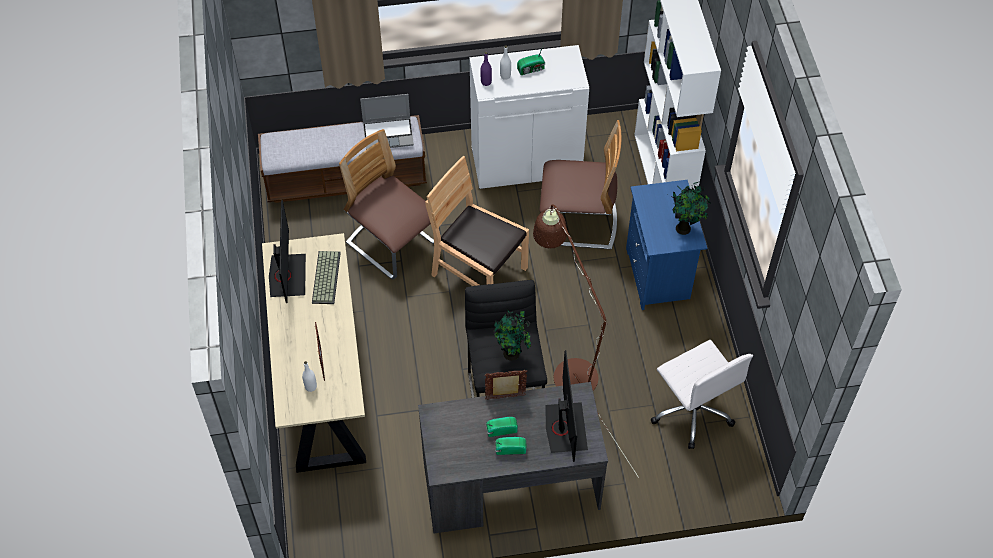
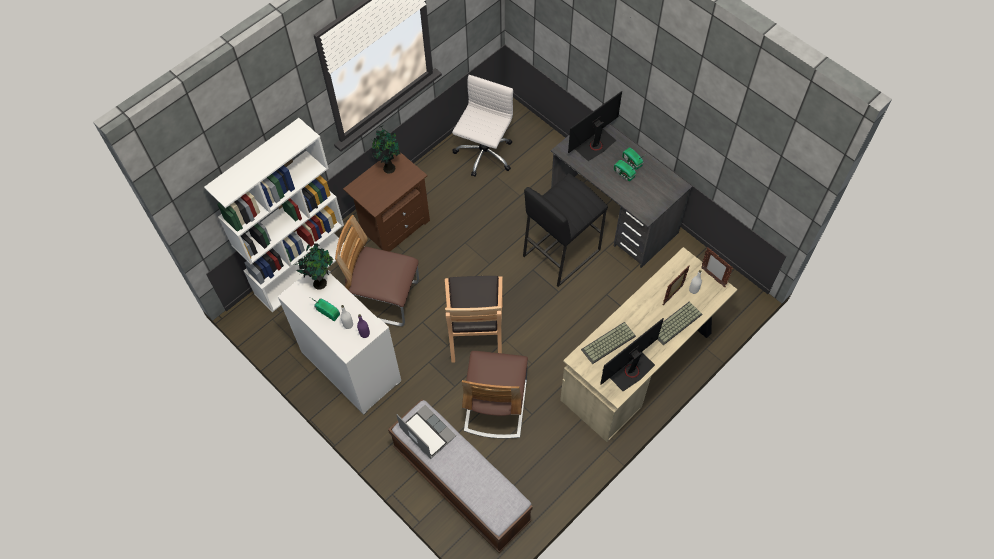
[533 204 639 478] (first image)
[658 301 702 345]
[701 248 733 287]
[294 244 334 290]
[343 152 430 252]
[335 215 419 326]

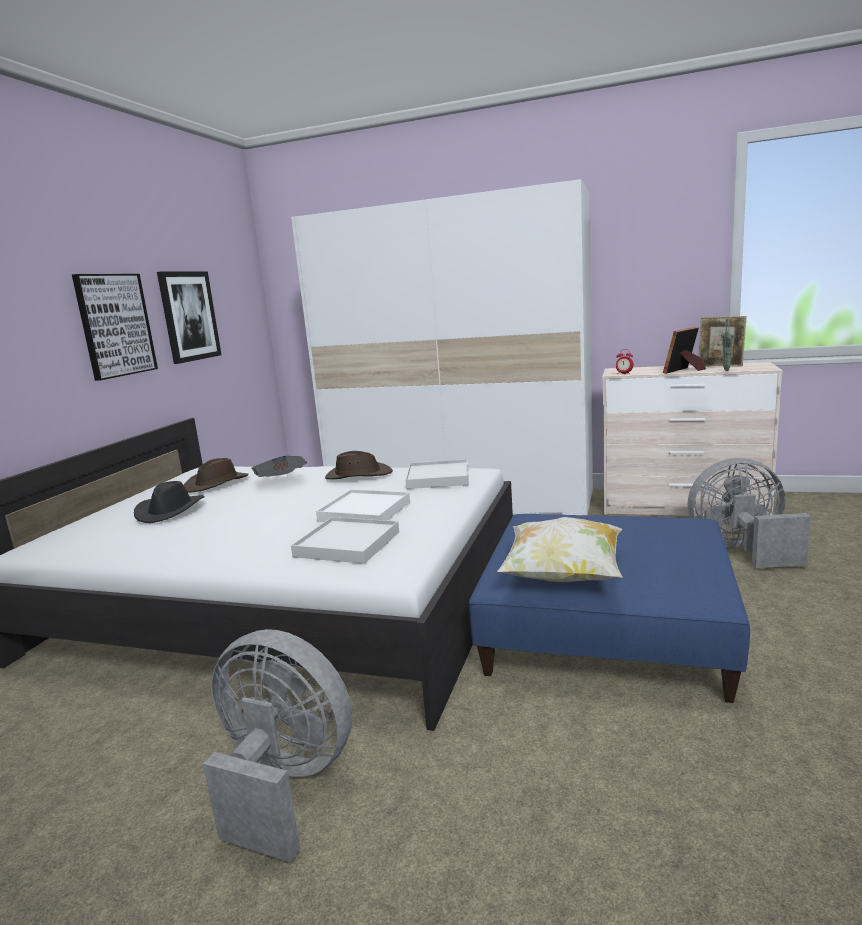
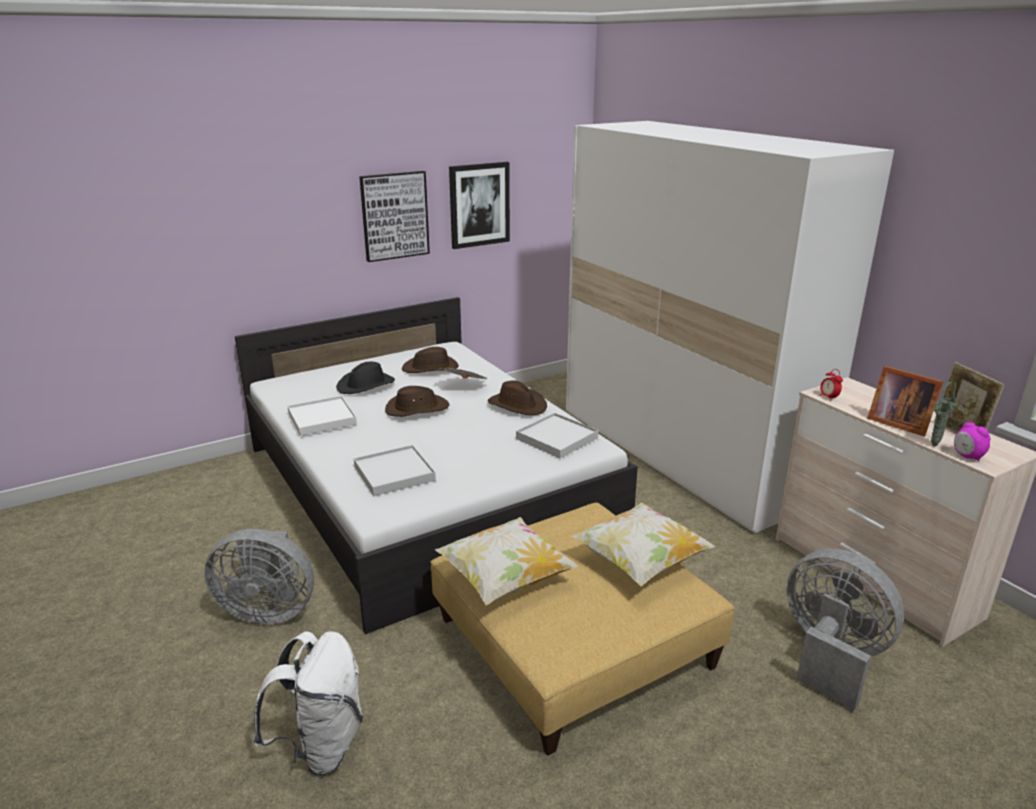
[253 631 363 776]
[385 386 449 417]
[571 503 715 587]
[954 422 990 461]
[287 396 357 436]
[430 503 735 756]
[204 529 314 624]
[867 366 943 436]

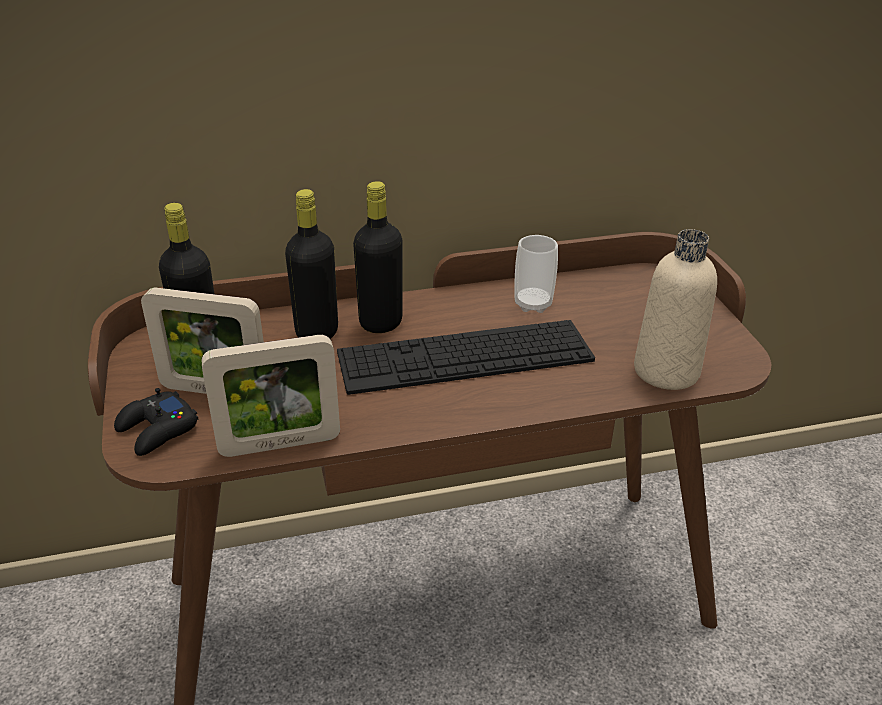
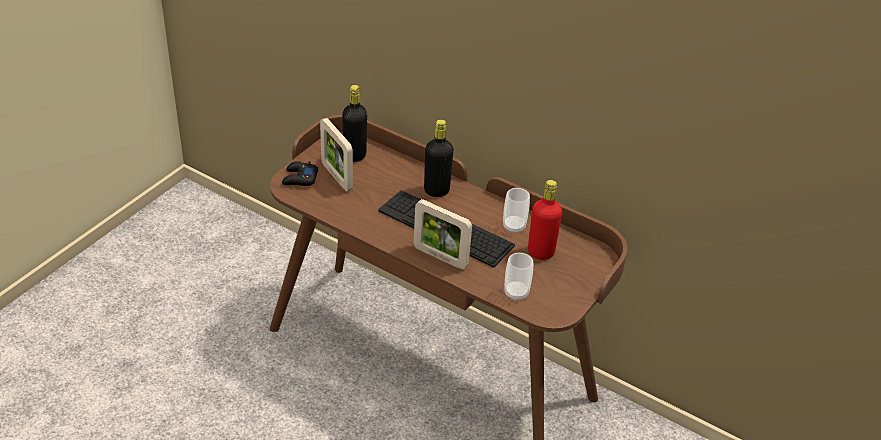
[285 189 338 339] (first image)
[528 180 562 260]
[414 199 472 269]
[504 253 533 301]

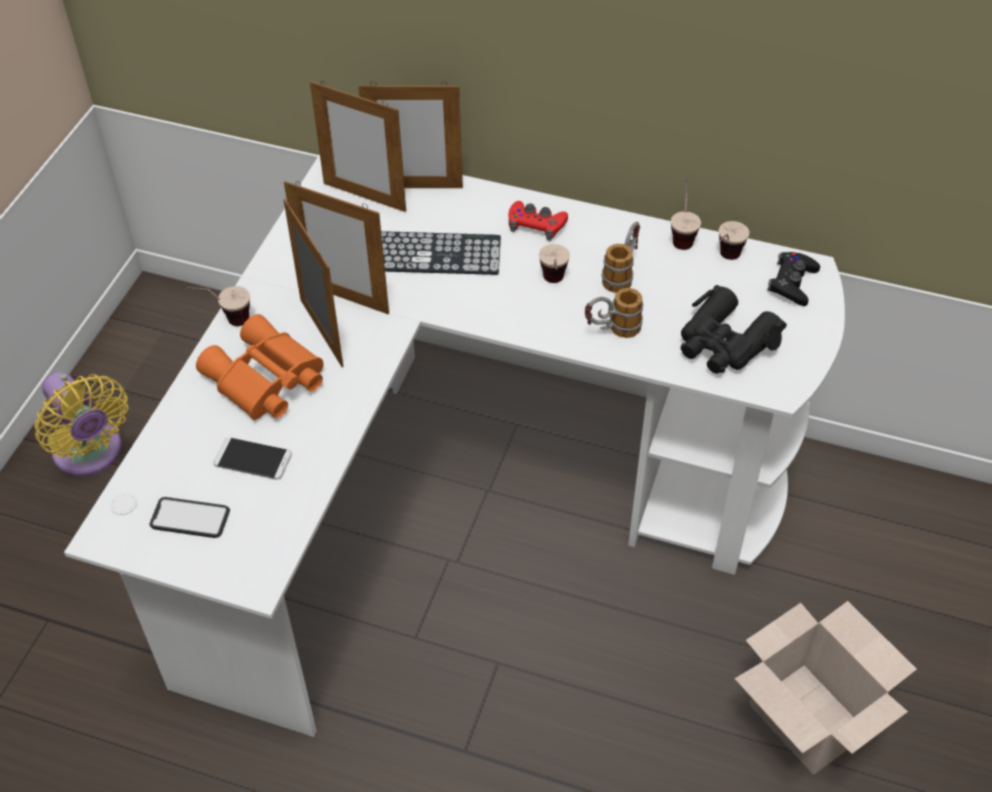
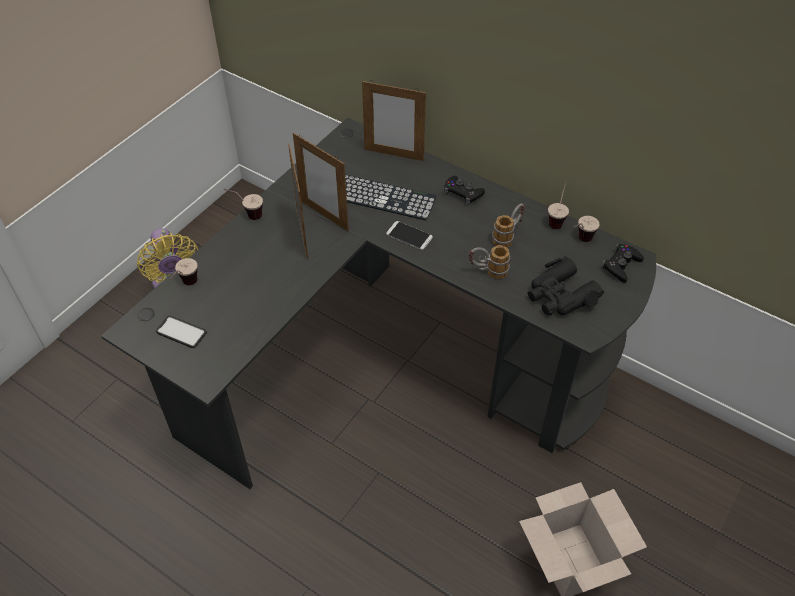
[196 314 324 420] (first image)
[310 81 406 212] (first image)
[386 221 433 250]
[170 258 198 285]
[101 118 656 489]
[444 176 485 205]

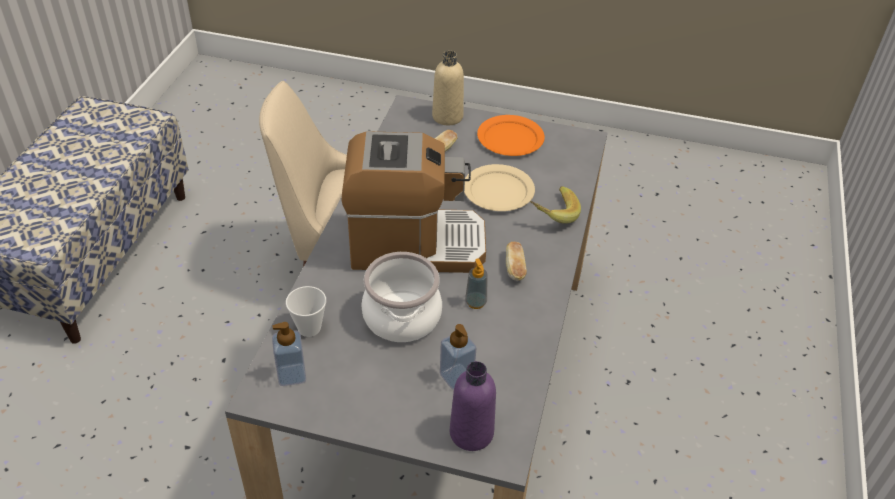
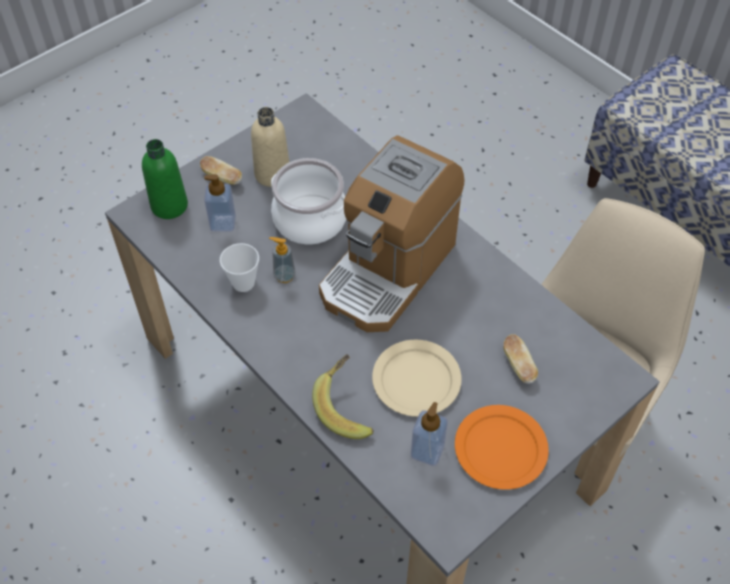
[411 402 448 466]
[220 243 259 292]
[251 107 289 187]
[200 156 242 185]
[142 139 188 219]

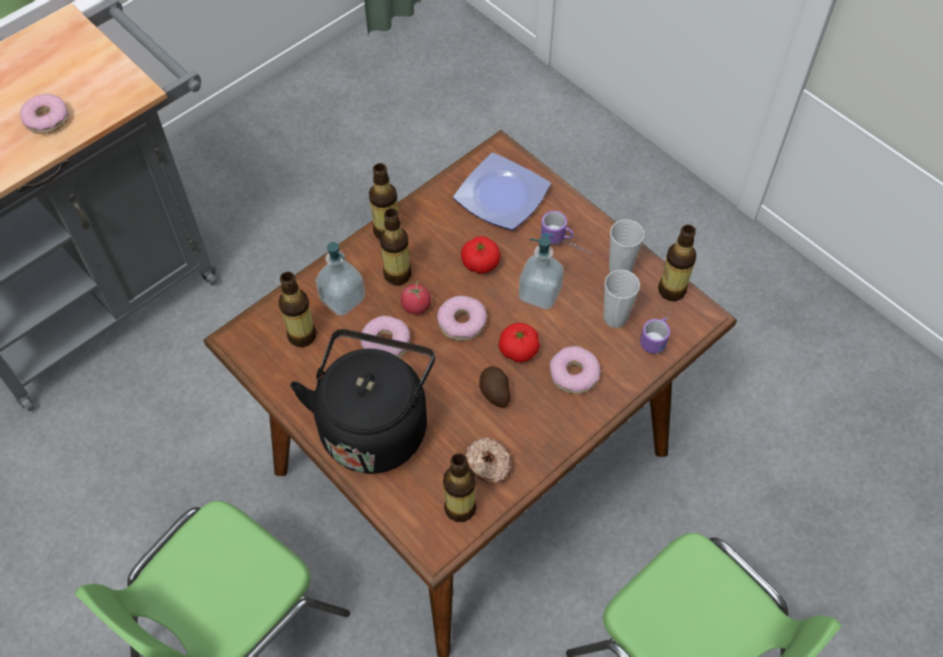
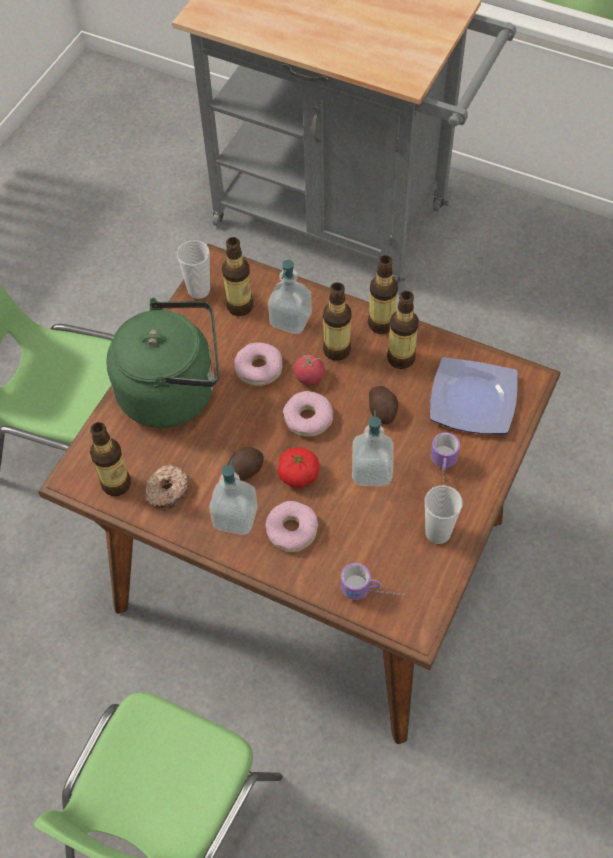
[20 94 69 134] (first image)
[209 458 258 535]
[177 240 210 299]
[387 291 419 369]
[369 386 398 425]
[106 298 219 428]

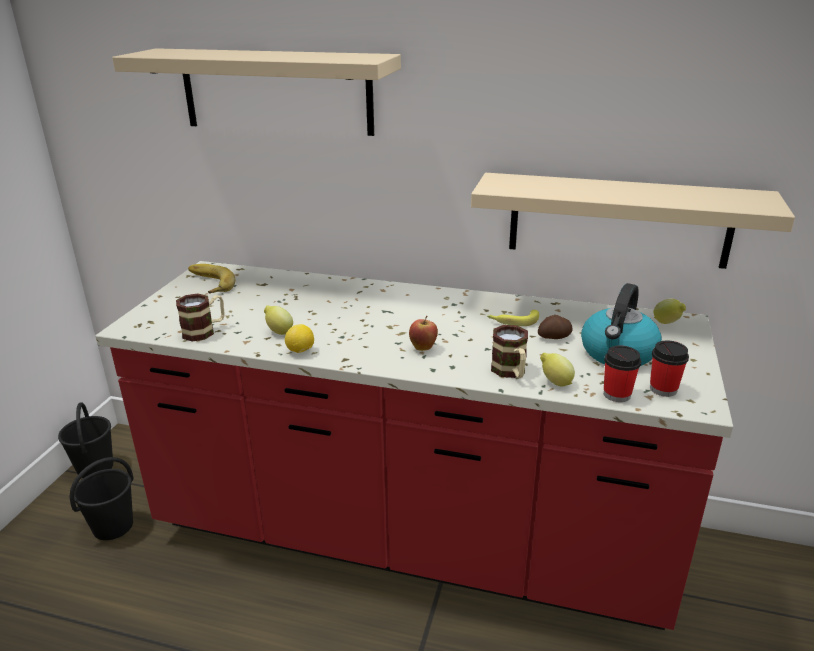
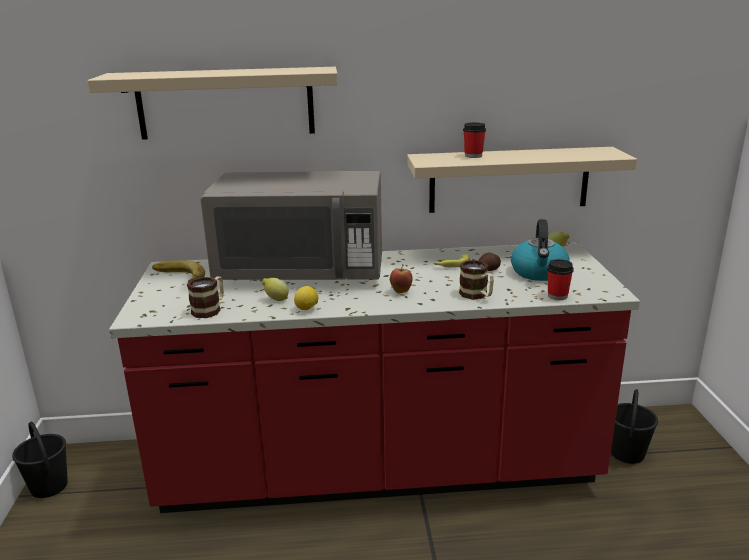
[540 353 575 386] (first image)
[200 171 382 280]
[611 389 658 464]
[463 122 486 158]

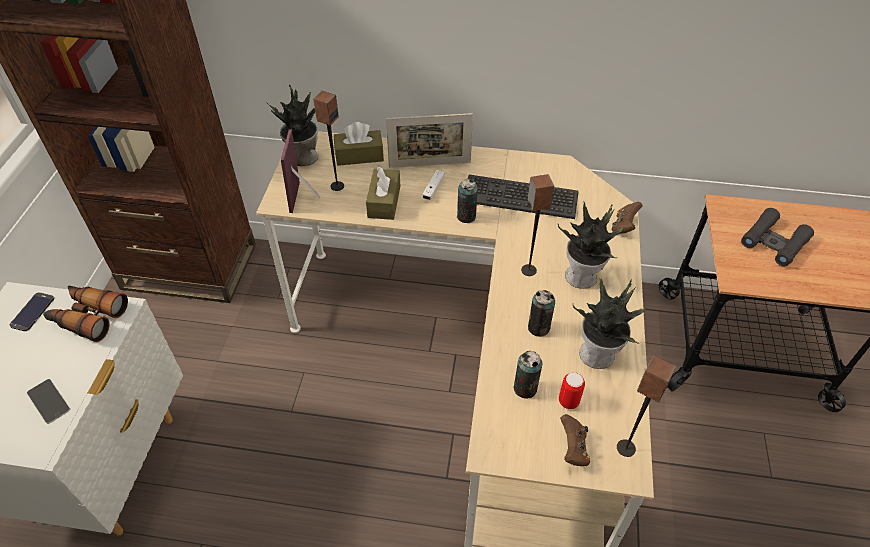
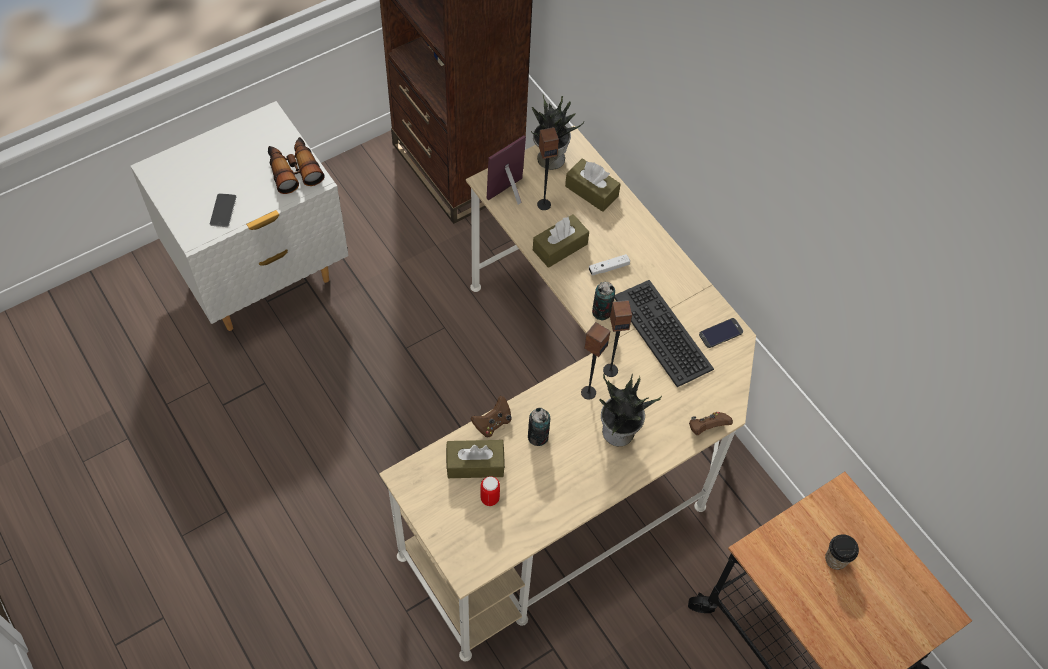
[386 113 473 168] (first image)
[573 278 646 369] (first image)
[699 318 743 348]
[471 396 512 437]
[603 300 632 377]
[446 440 505 478]
[825 534 859 570]

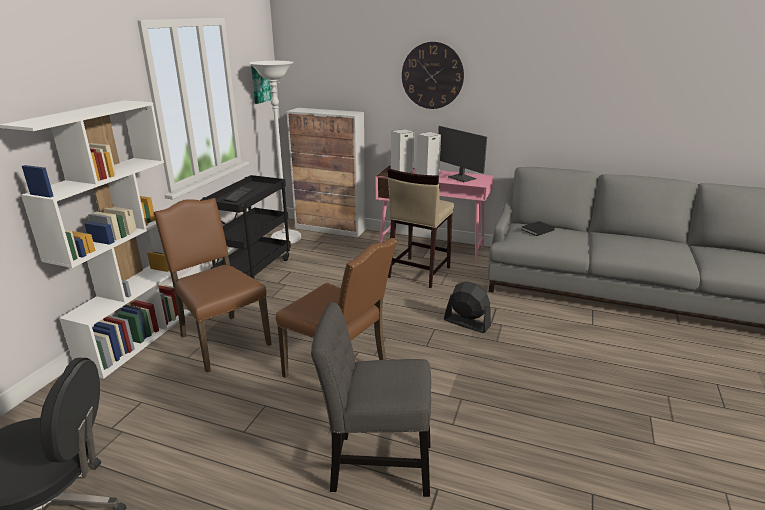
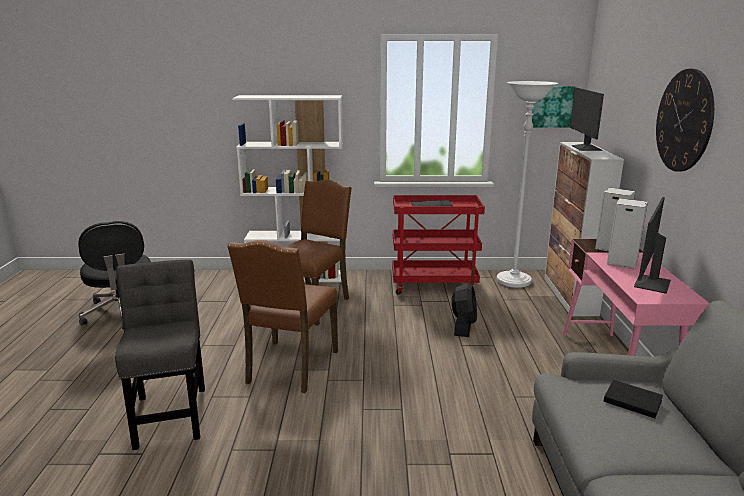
[388 169 454 288] (first image)
[570 87 604 151]
[452 283 477 337]
[392 195 485 294]

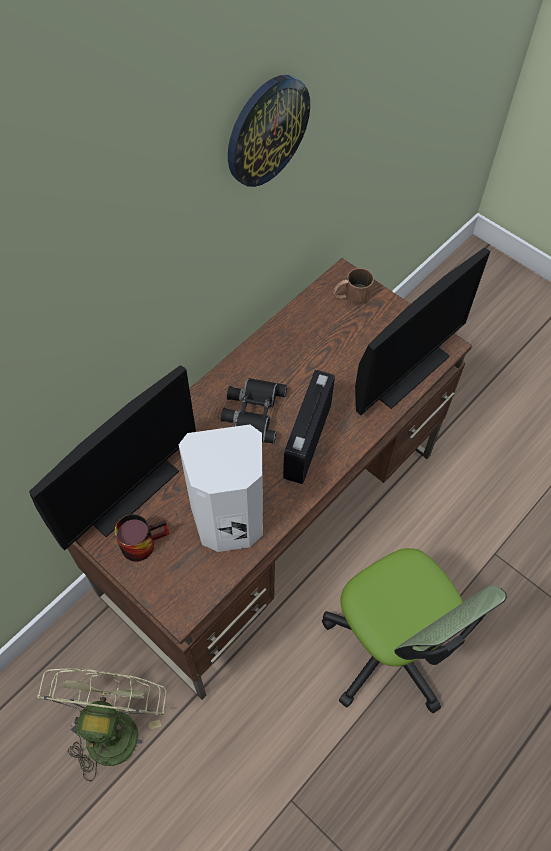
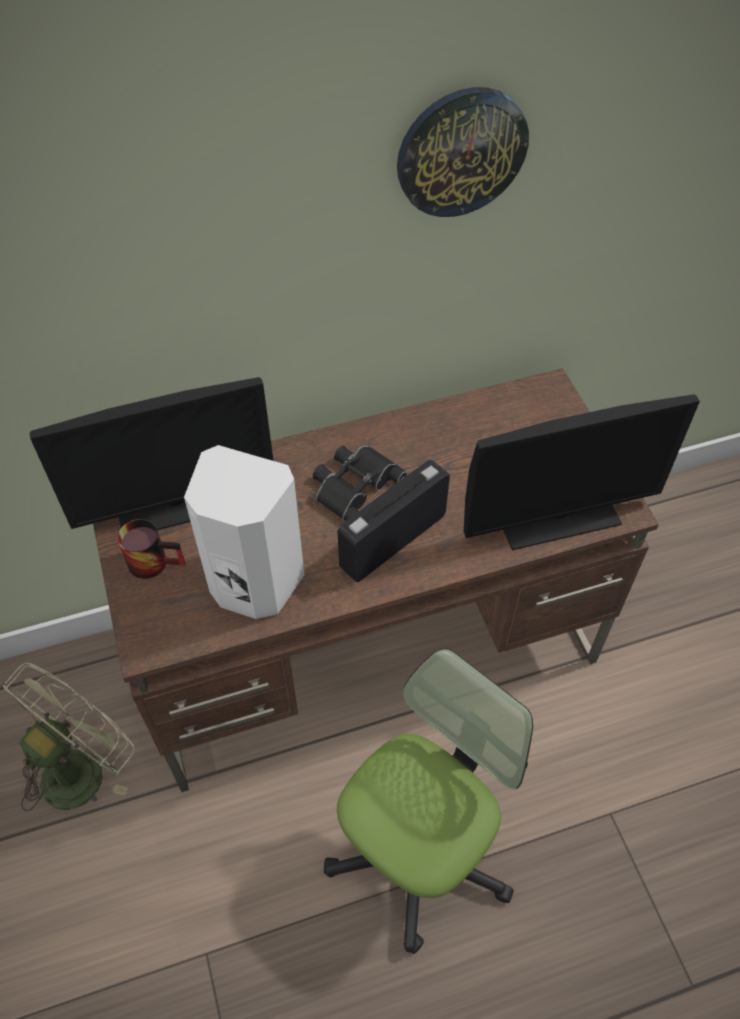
[333 268 374 306] (first image)
[324 648 533 954]

